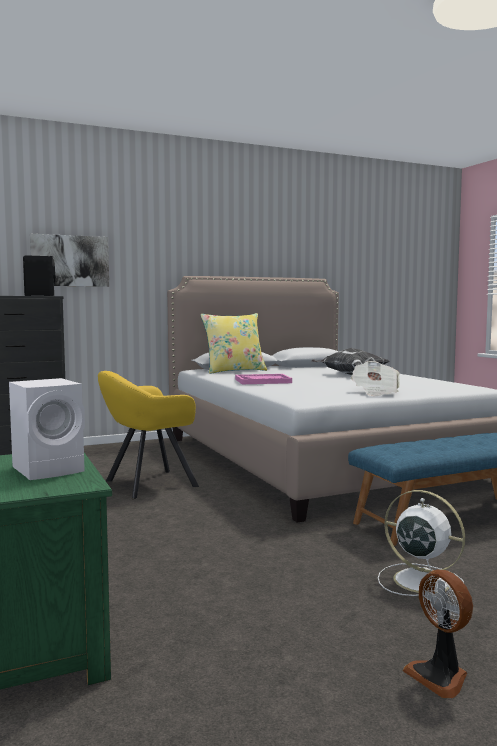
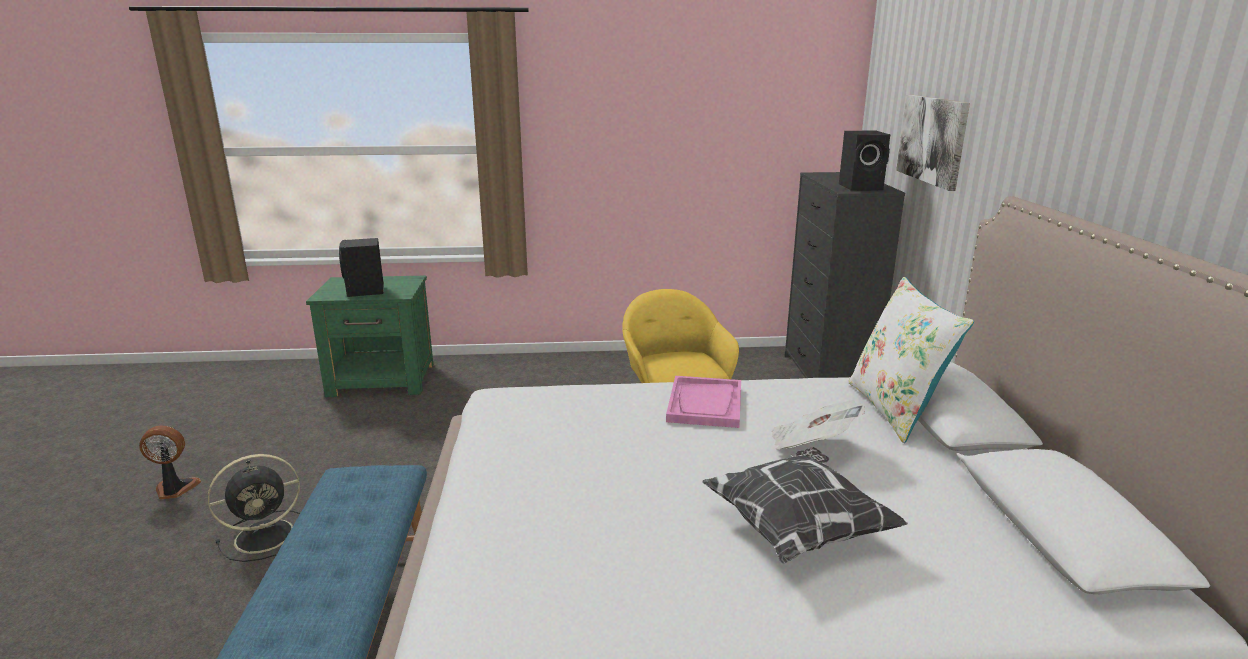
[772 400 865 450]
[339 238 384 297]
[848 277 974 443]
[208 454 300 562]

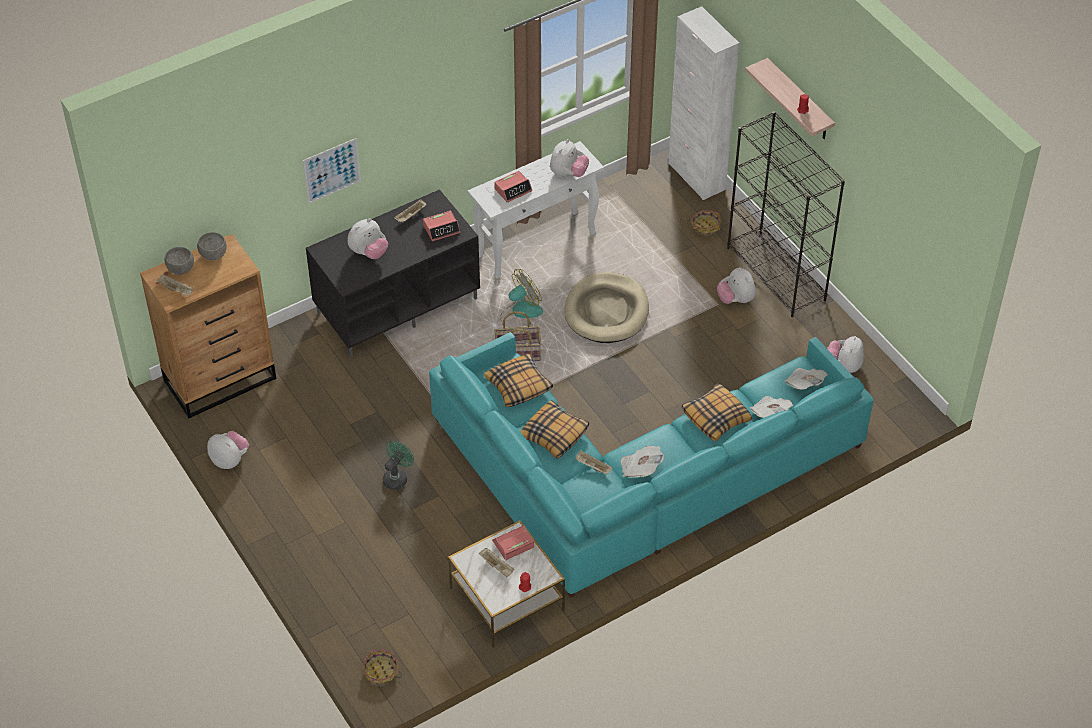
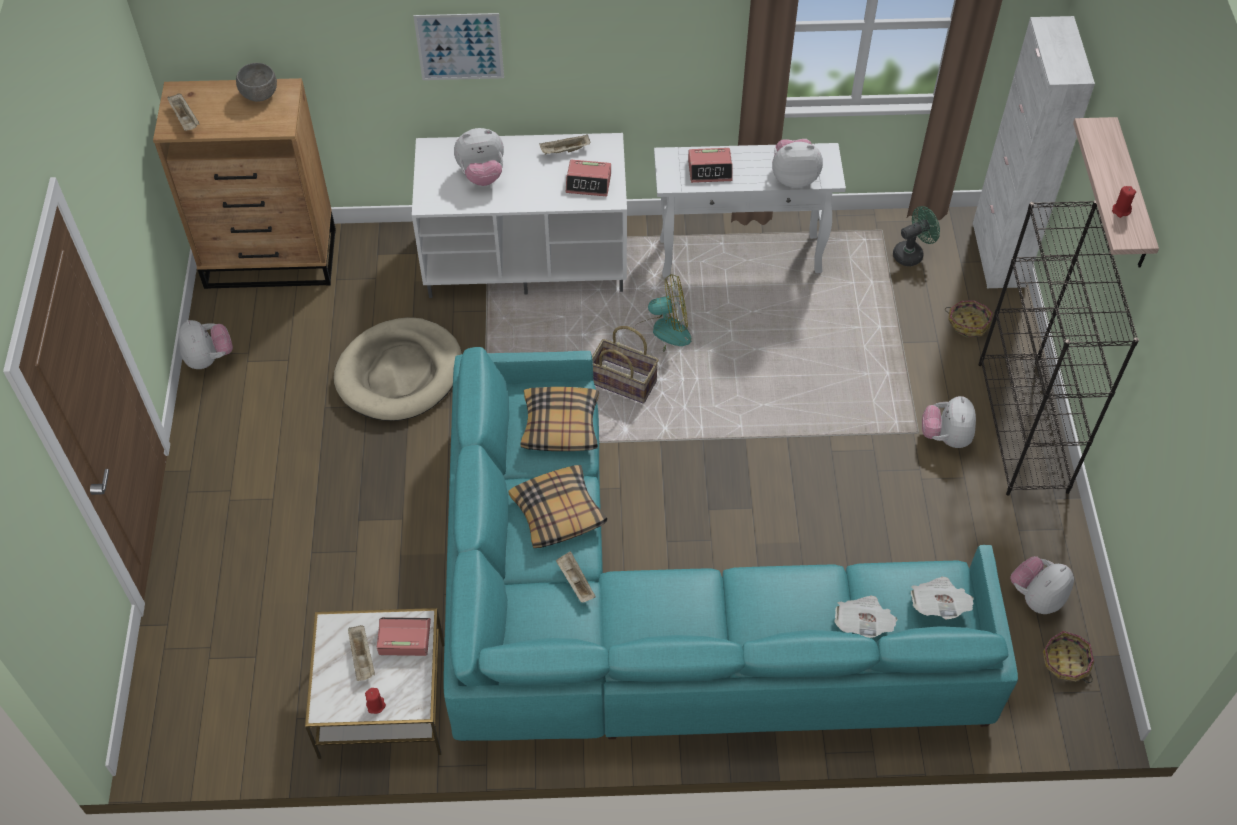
[165 247 194 275] (first image)
[621 446 664 478] (first image)
[682 383 752 442] (first image)
[1043 631 1094 683]
[893 206 940 266]
[333 317 462 421]
[412 133 627 298]
[772 139 823 188]

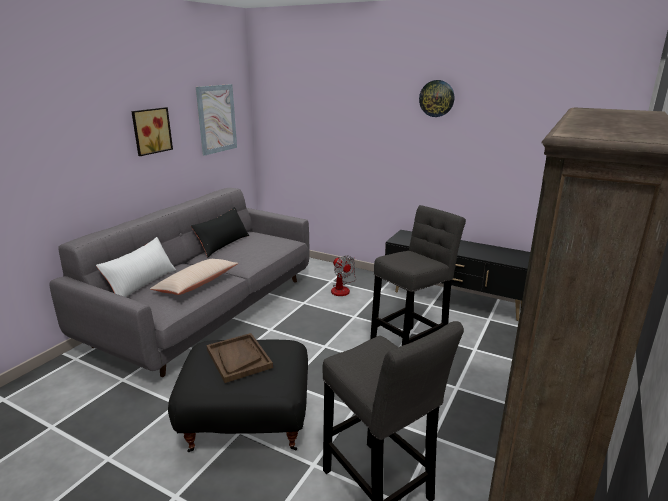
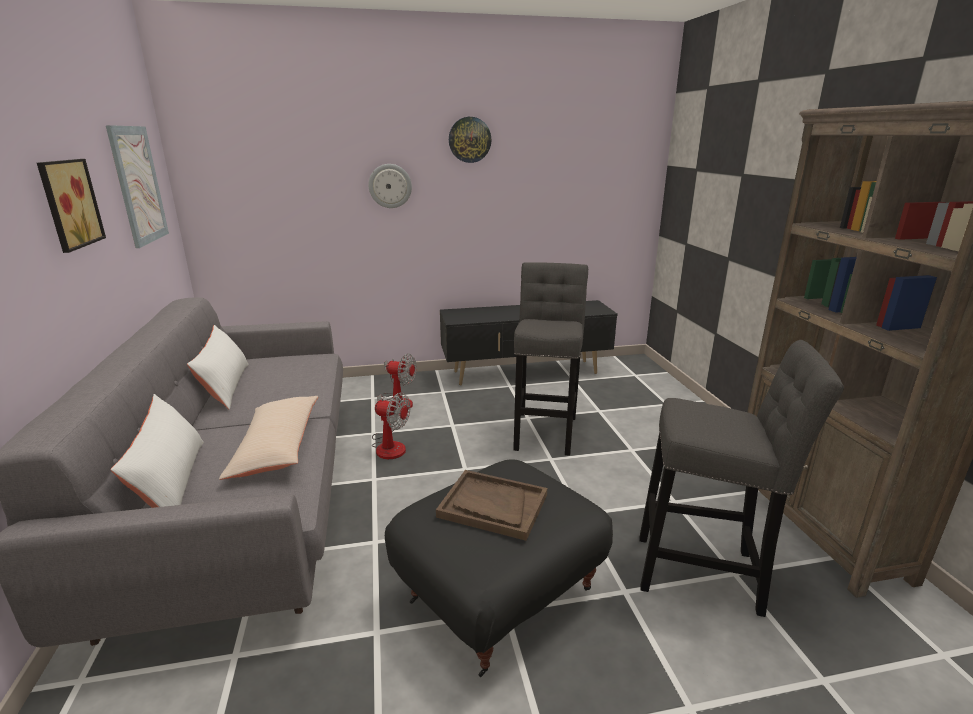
[369 164 412 208]
[372 392 410 459]
[187 325 249 409]

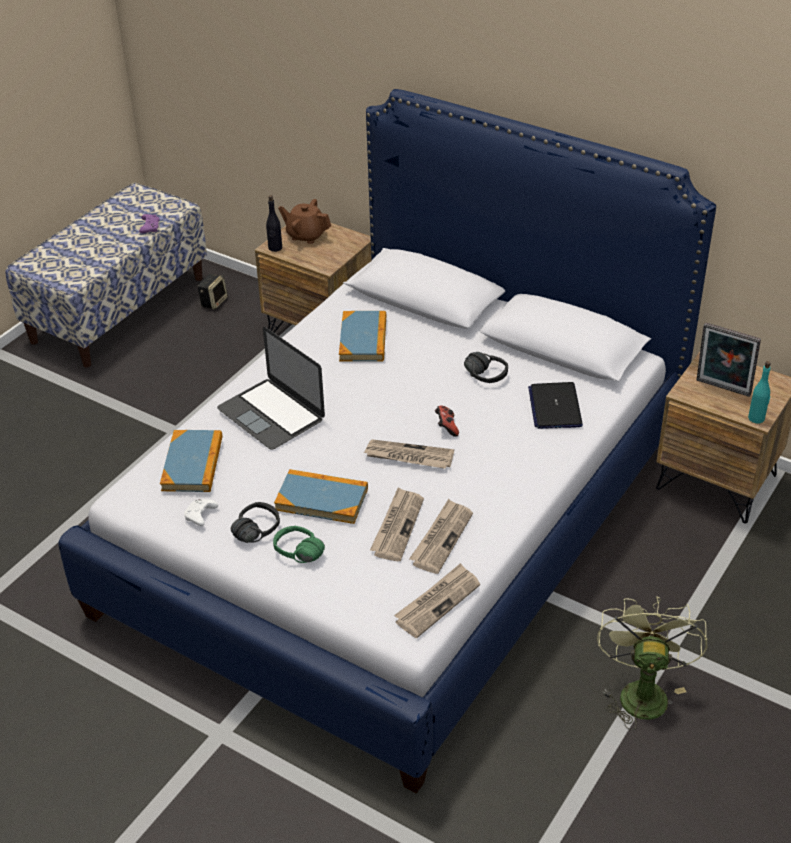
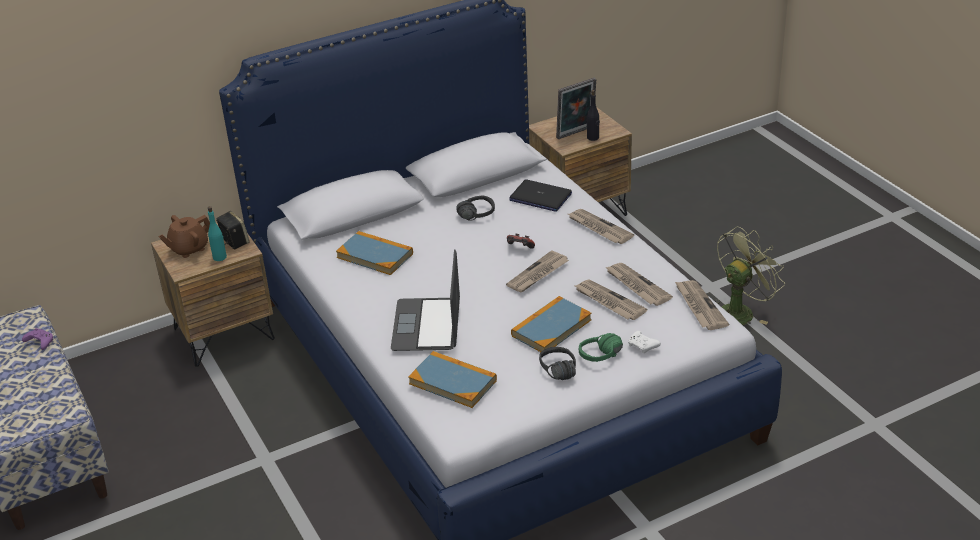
[568 209 634 244]
[628 331 661 353]
[216 211 250 249]
[587 90 600 141]
[208 206 227 261]
[391 249 460 351]
[715 226 785 325]

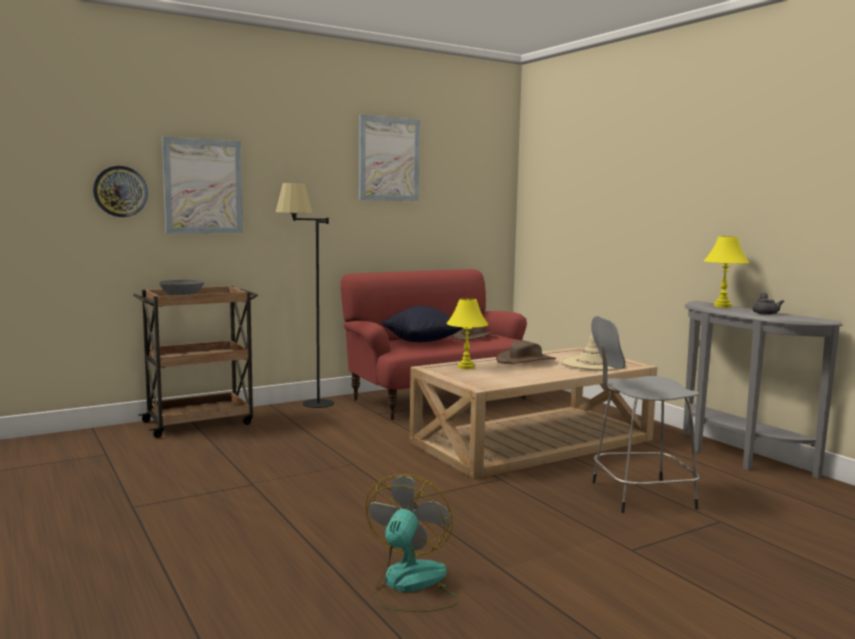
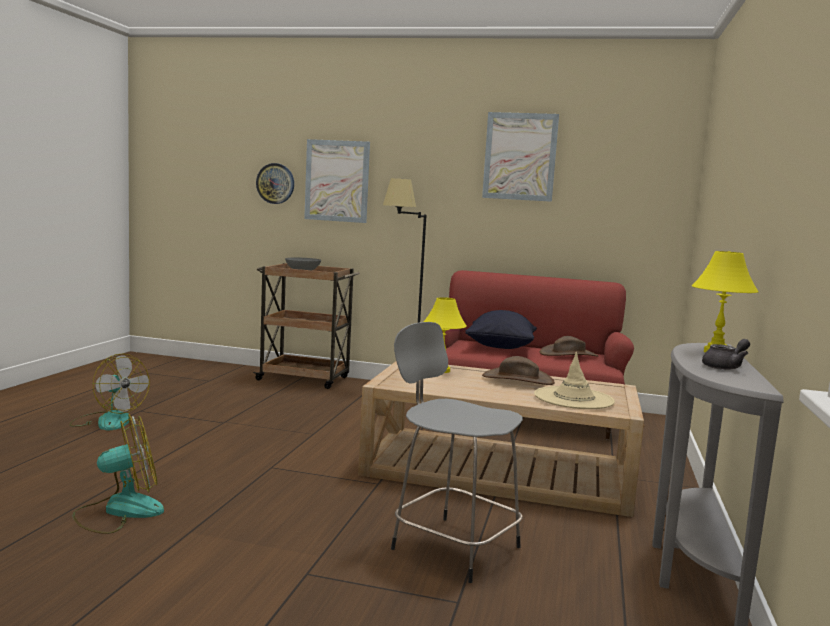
[69 354 150 430]

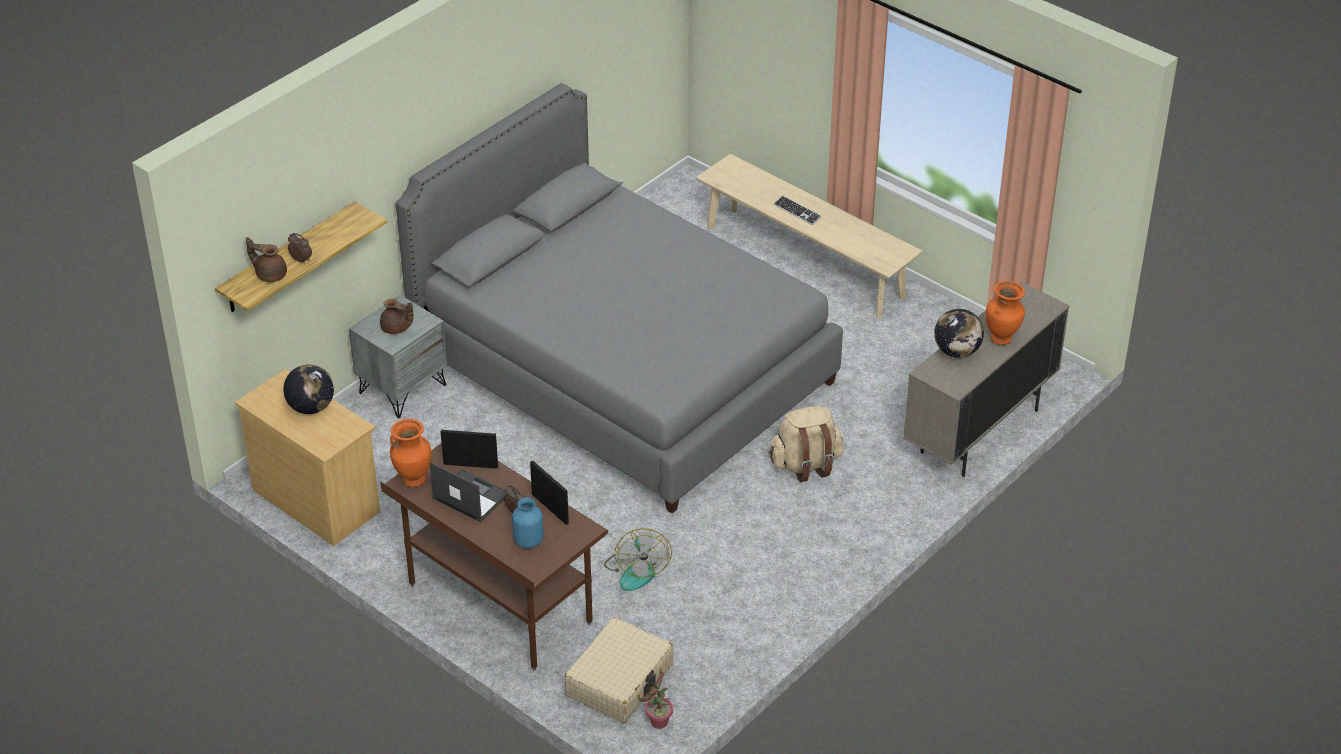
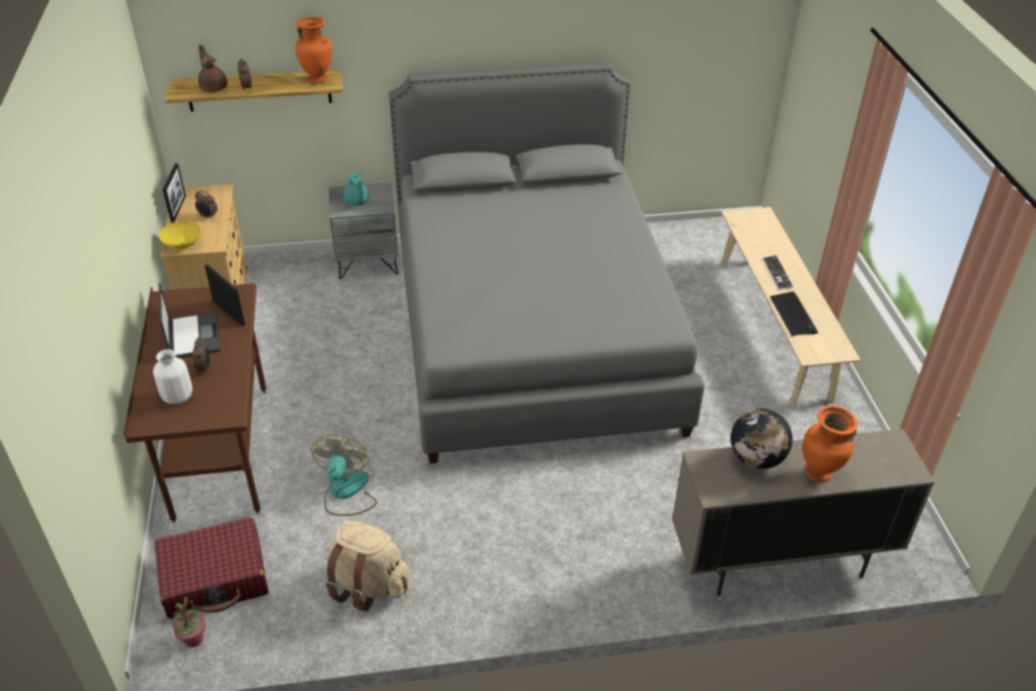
[159 221 201 249]
[770 292 818 336]
[295 17 333 83]
[163 163 186 223]
[326 521 410 611]
[195 191 218 219]
[343 173 369 206]
[153 349 193 404]
[154 517 269 619]
[311 435 377 516]

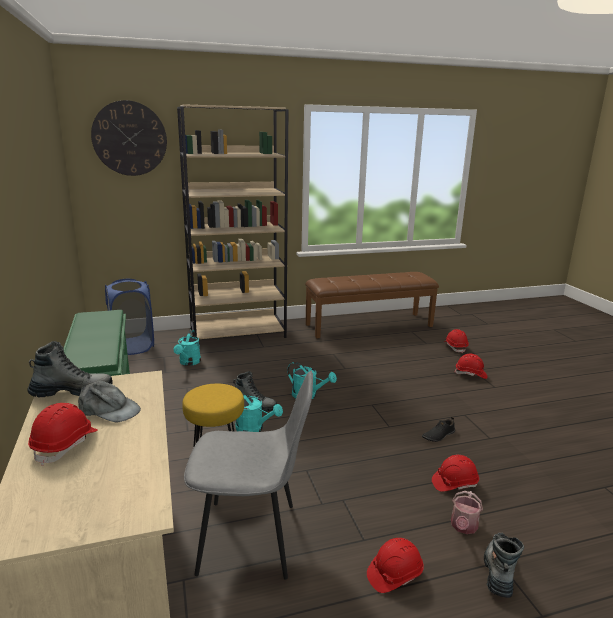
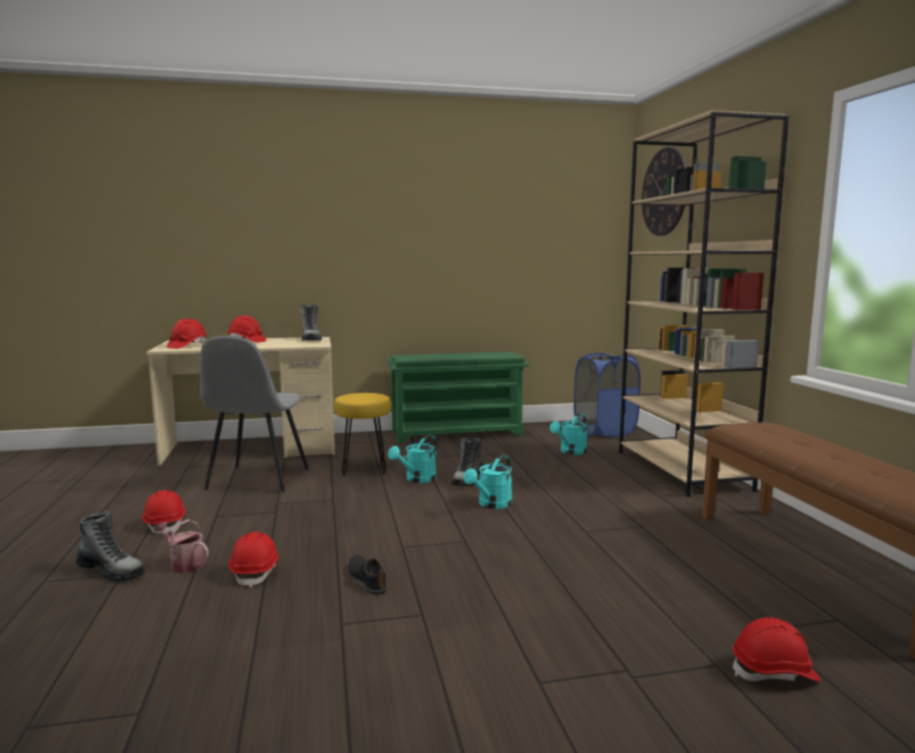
[78 381 141 422] (first image)
[167 319 207 349]
[550 413 587 455]

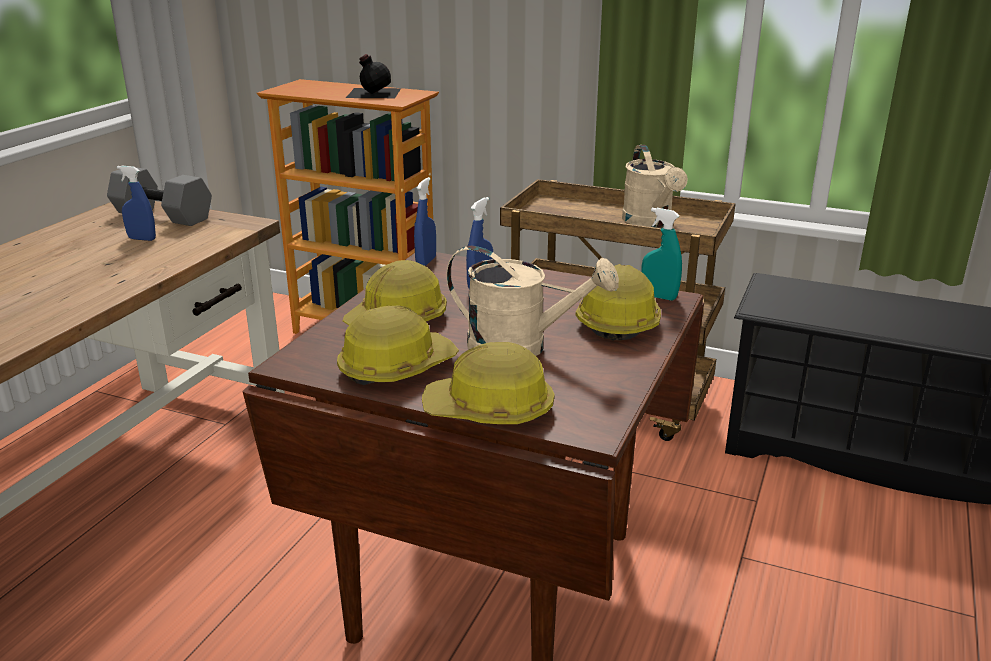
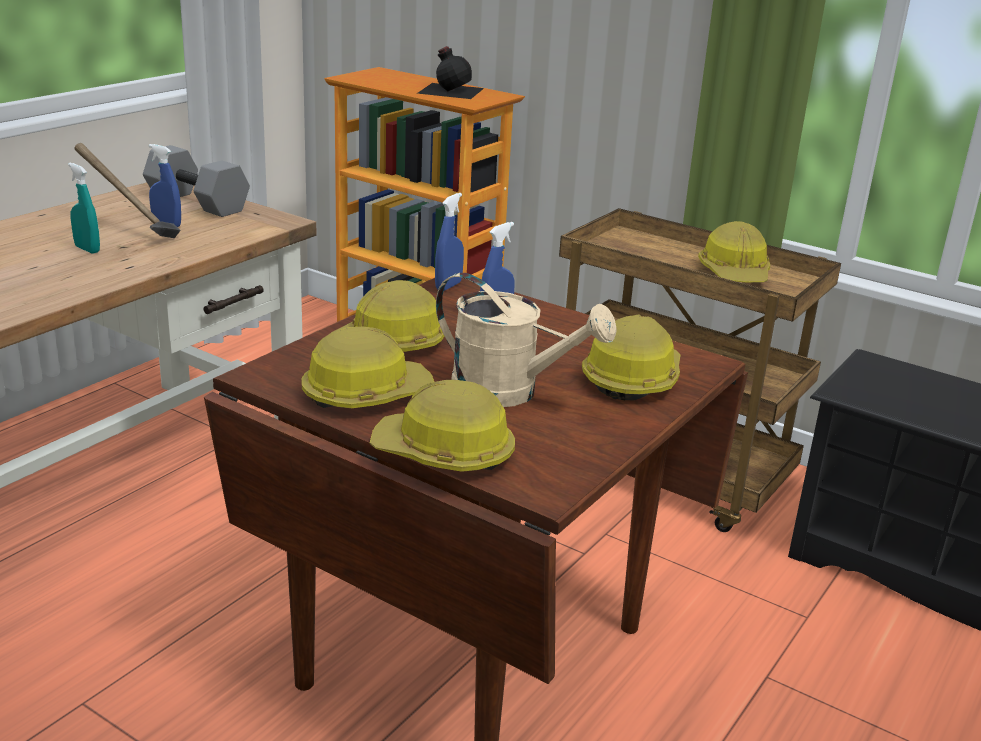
[74 143 181 238]
[68 163 100 254]
[698 221 770 283]

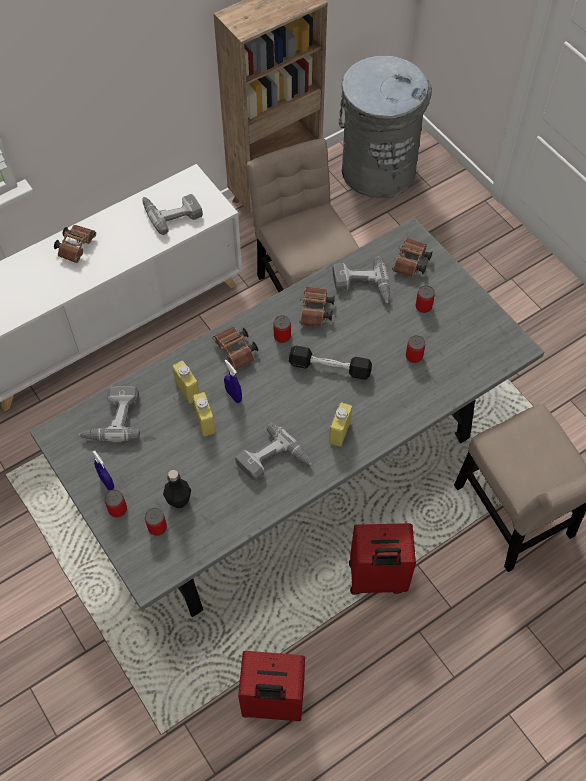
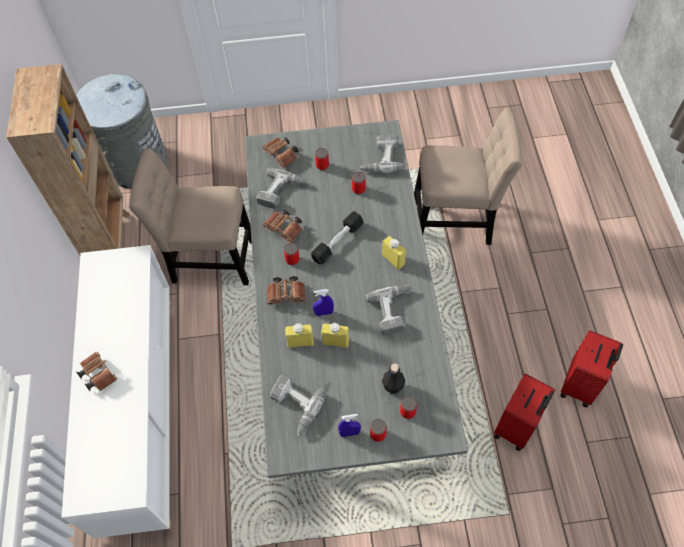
[359 135 404 173]
[560 330 623 408]

